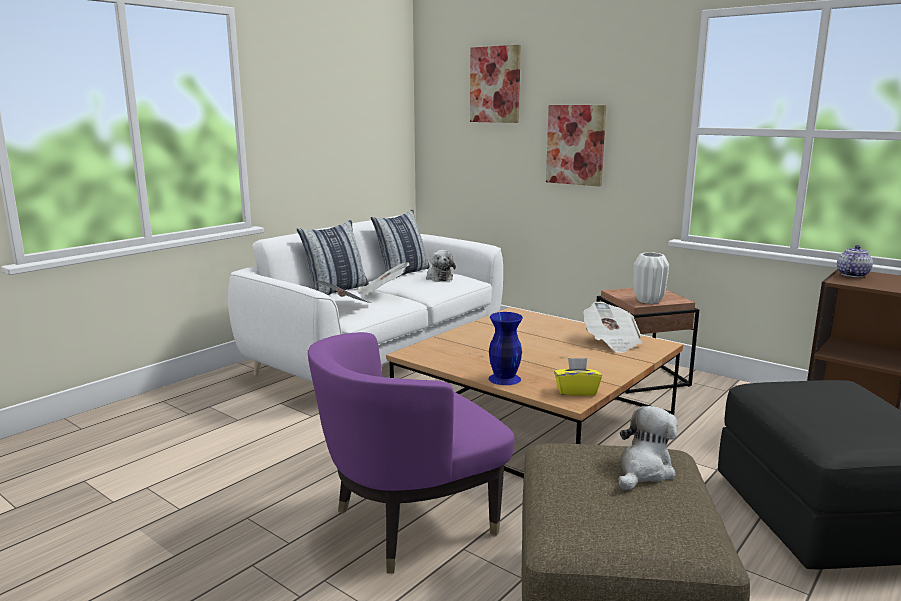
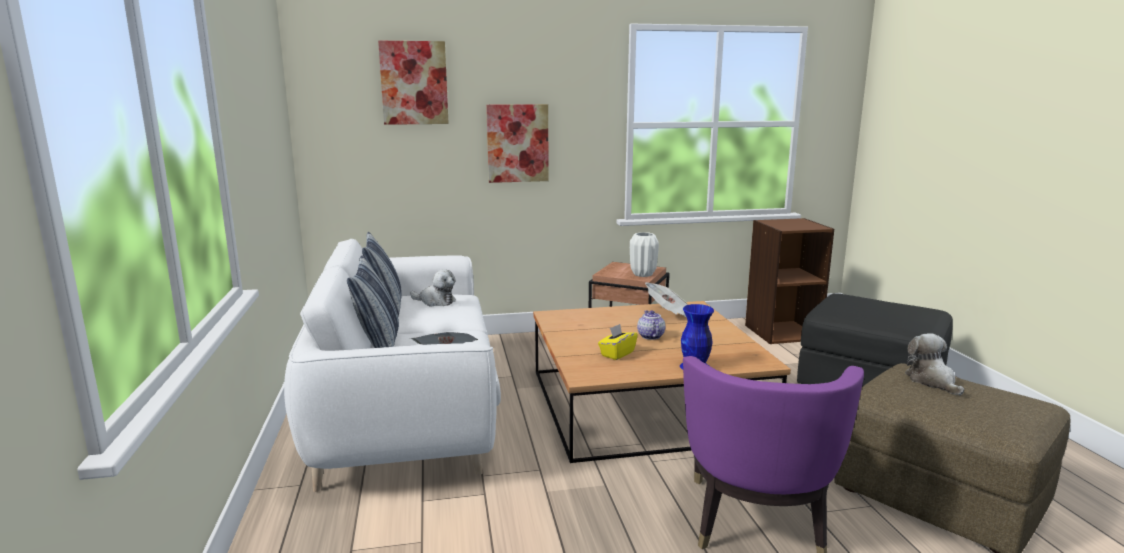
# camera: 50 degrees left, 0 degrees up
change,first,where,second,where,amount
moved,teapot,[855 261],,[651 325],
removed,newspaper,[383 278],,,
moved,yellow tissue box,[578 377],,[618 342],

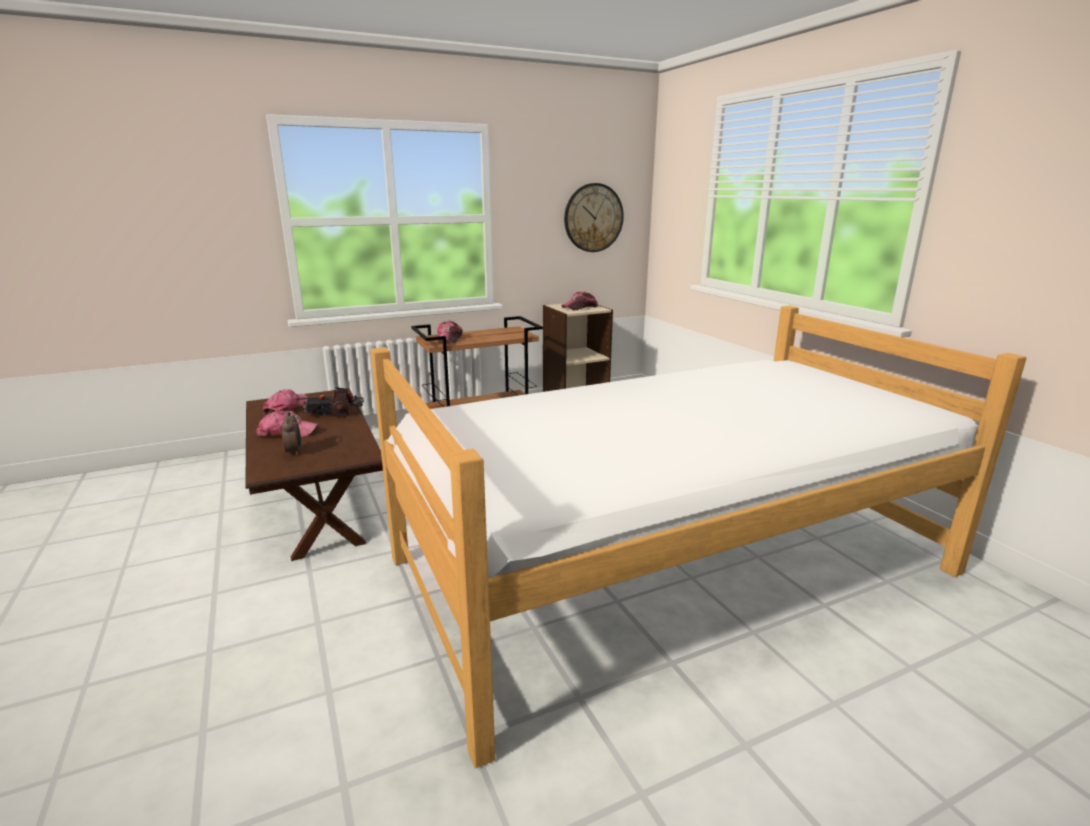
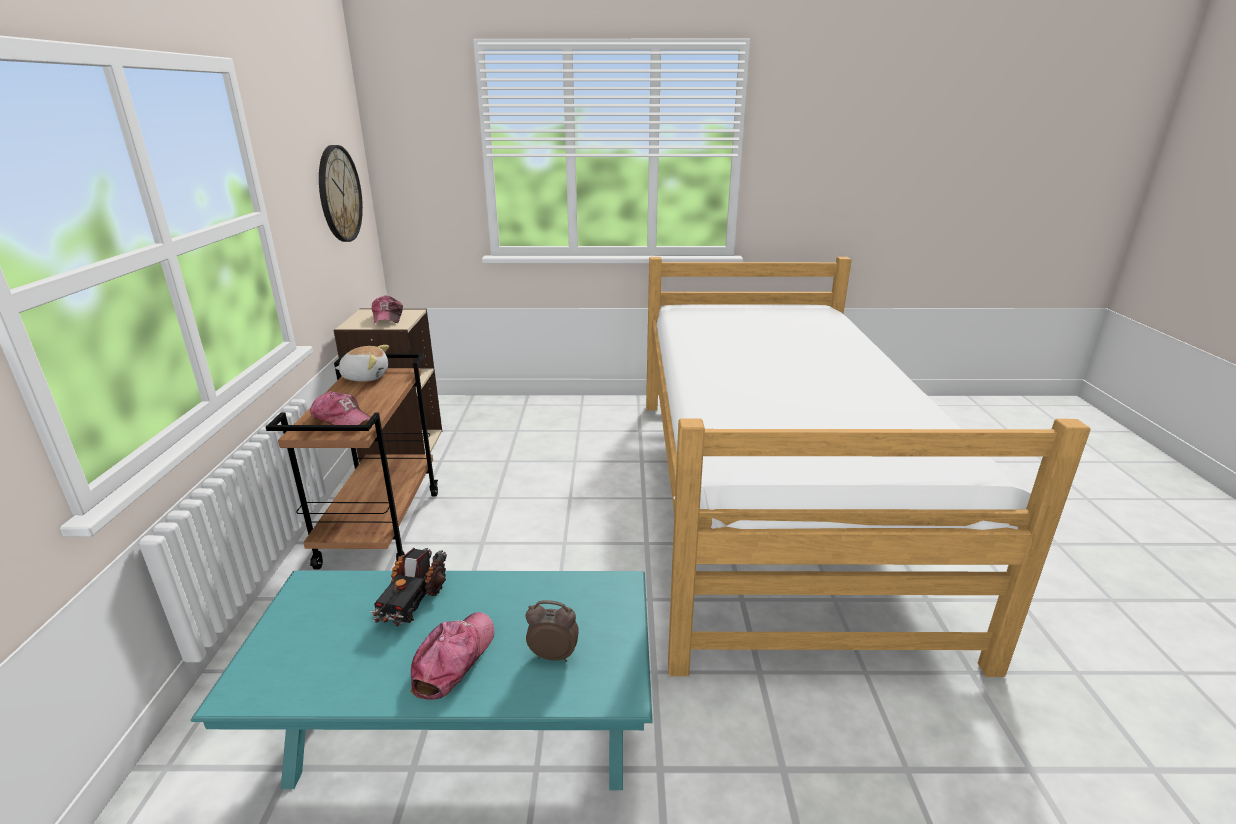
# camera: 65 degrees left, 5 degrees up
change,first,where,second,where,amount
recoloured,brown coffee table,[314 474],turquoise coffee table,[422 680],
removed,cap,[285 403],,,
added,,,plush toy,[362 363],

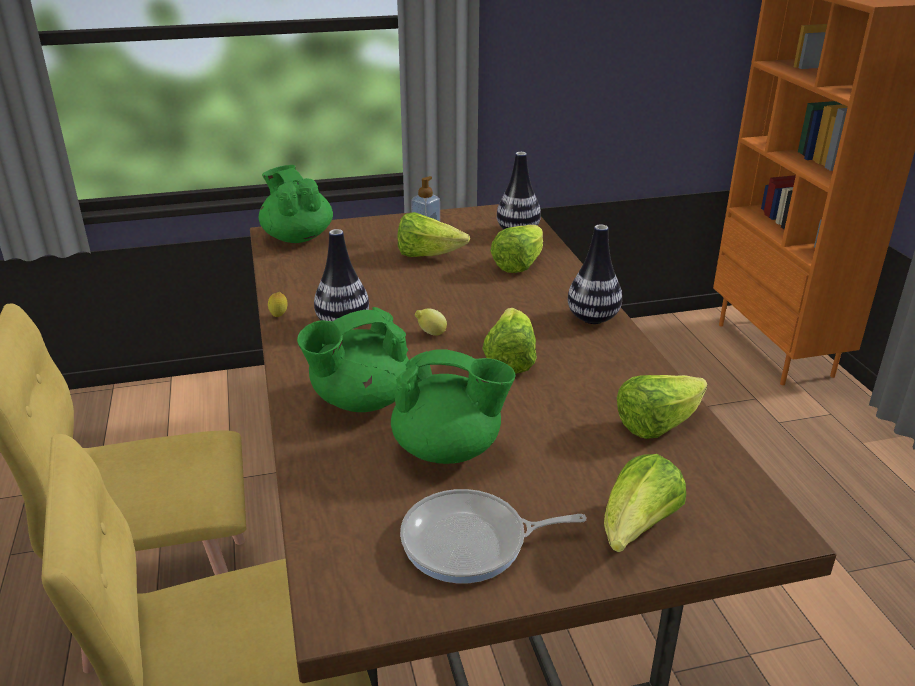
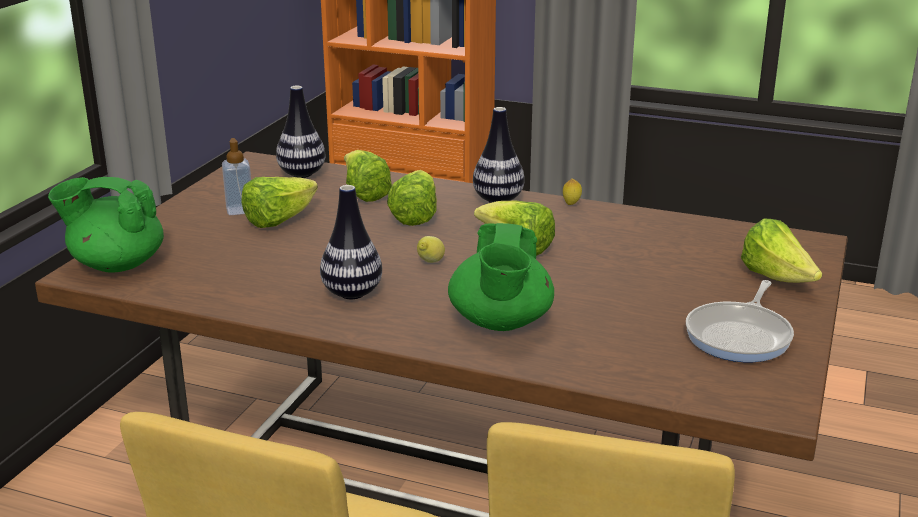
# camera: 55 degrees left, 5 degrees down
change,first,where,second,where,amount
moved,lemon,[278 304],,[572 192],
removed,green teapot,[453 406],,,
moved,lettuce,[662 407],,[412 198],

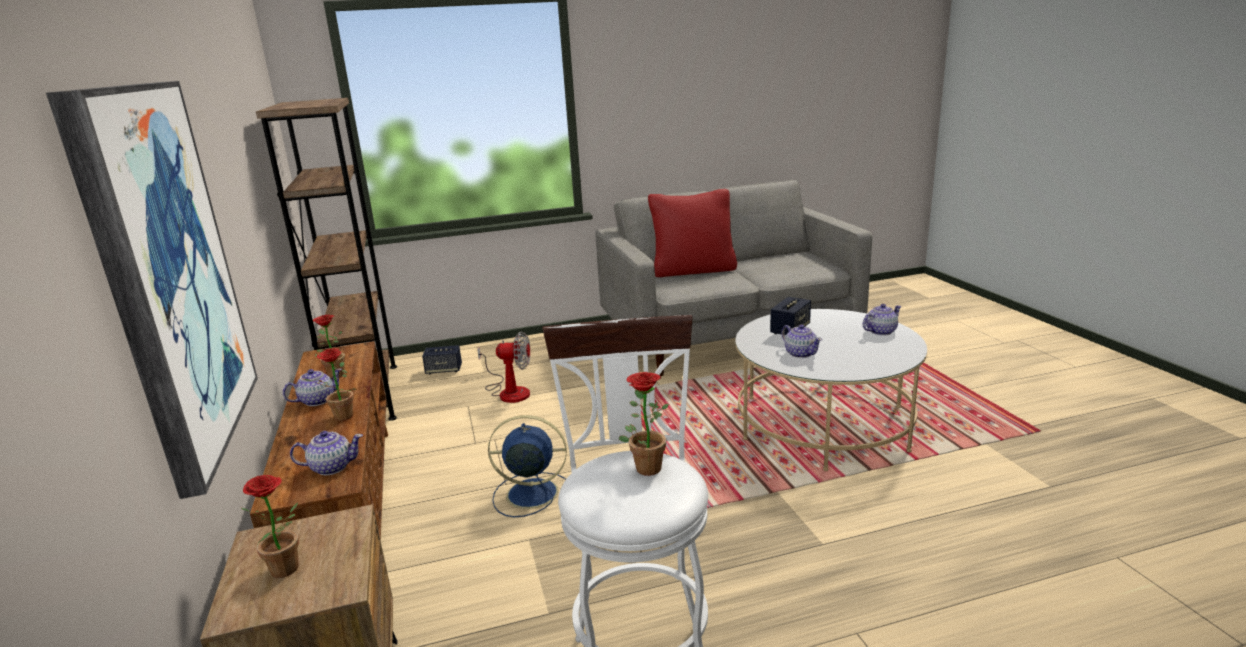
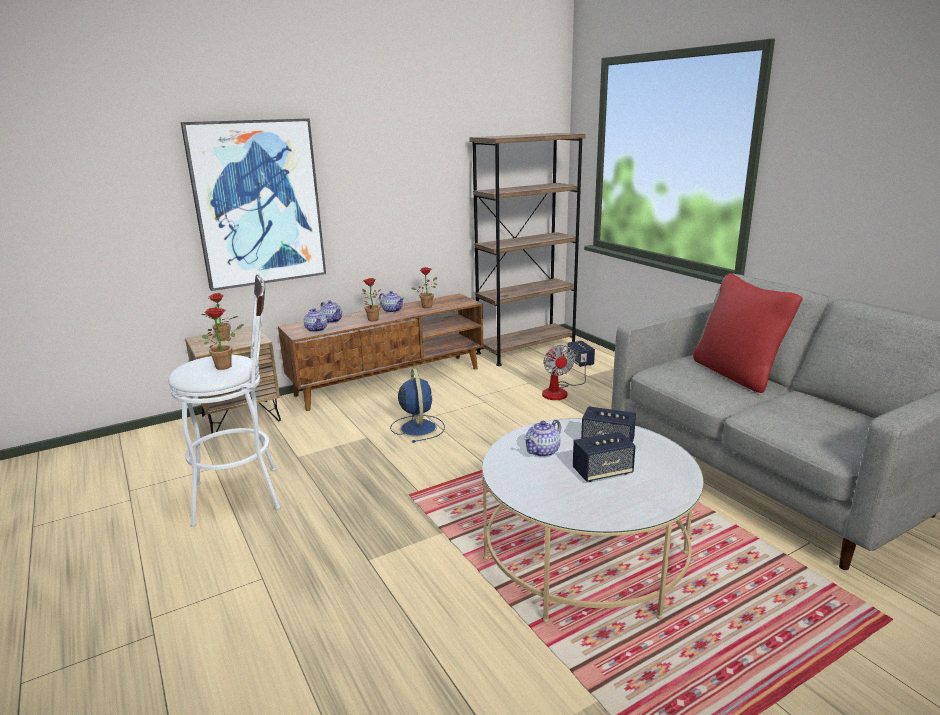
# camera: 75 degrees right, 0 degrees up
change,first,where,second,where,amount
moved,teapot,[882 320],,[331 311],
added,,,speaker,[604 457],

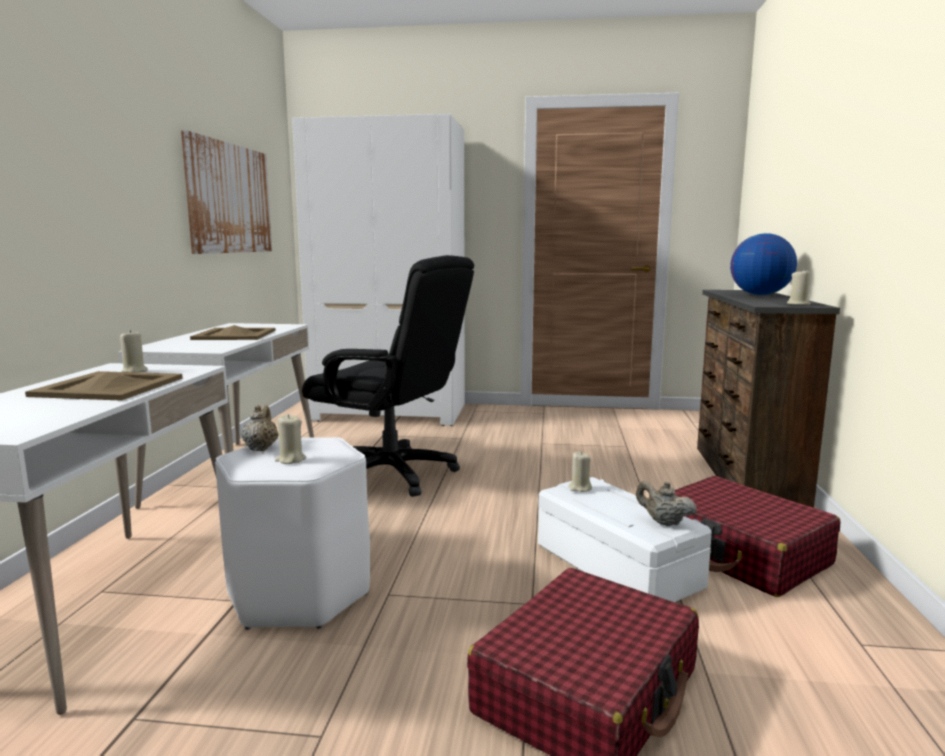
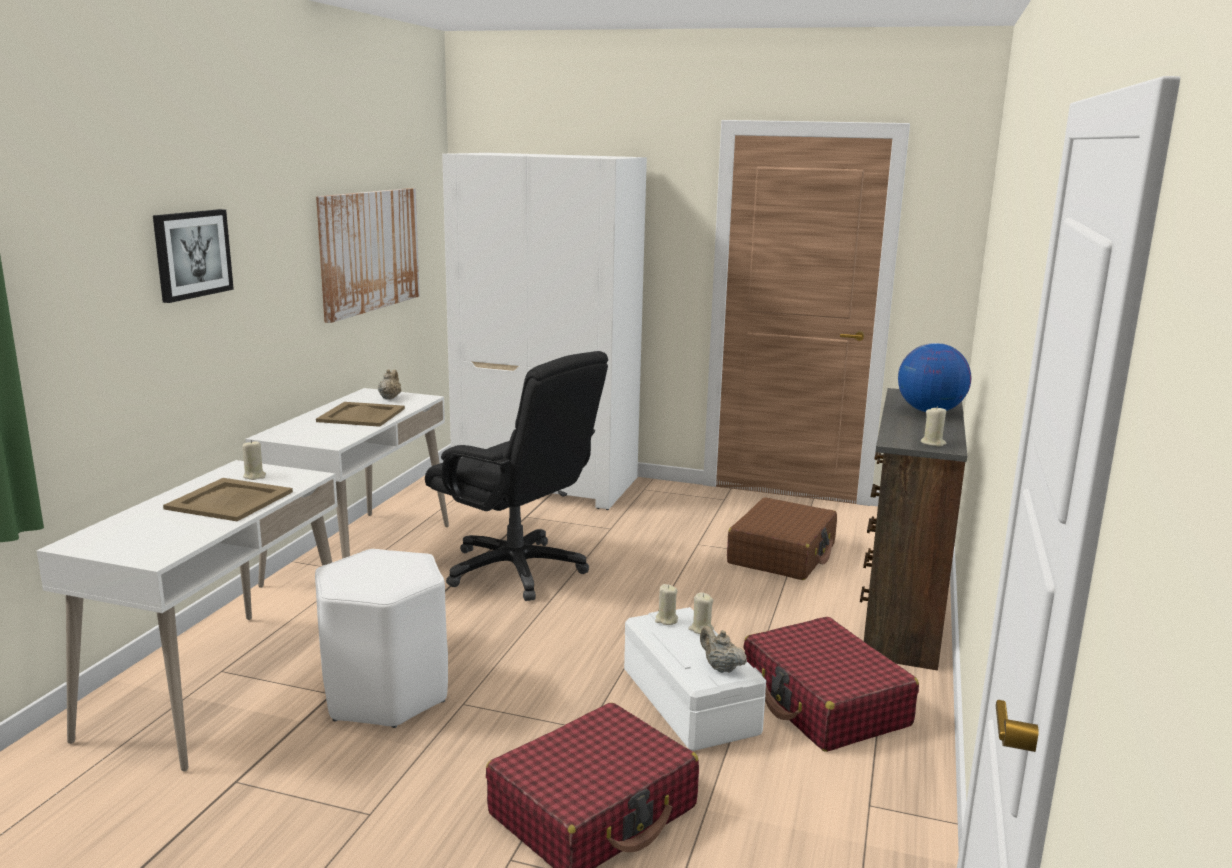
# camera: 10 degrees right, 5 degrees up
change,first,where,second,where,amount
moved,beige teapot,[260 428],,[389 384],
moved,beige candle,[290 439],,[701 613],
added,,,picture,[193 256],
added,,,brown suitcase,[782 538],

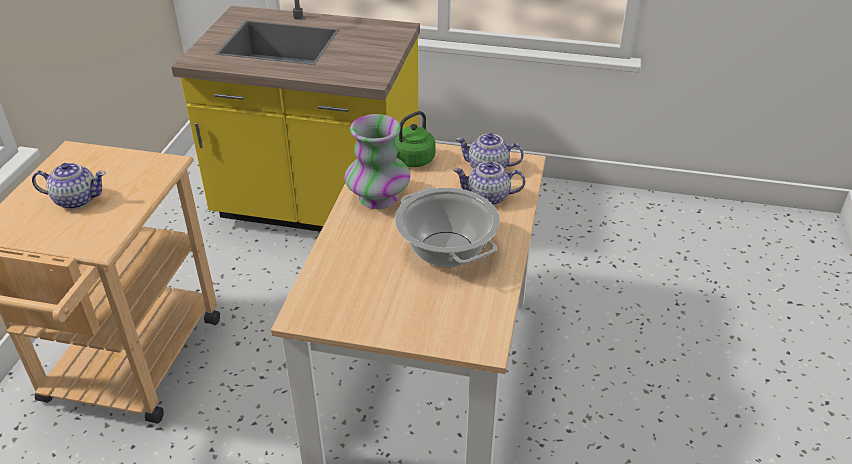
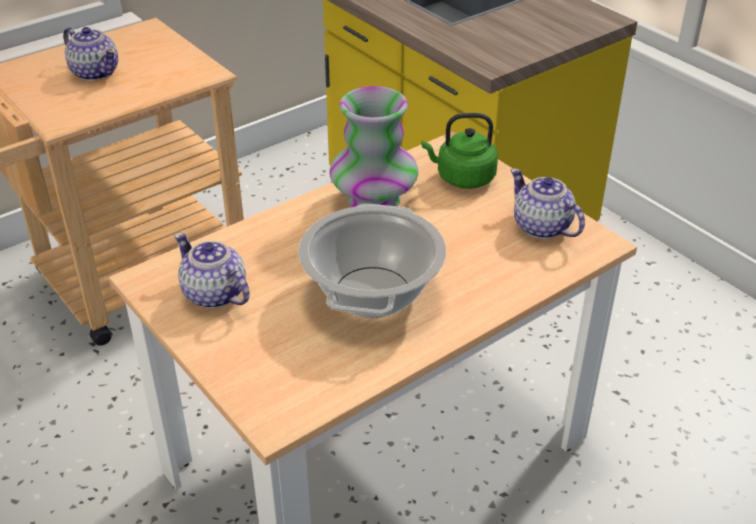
# camera: 40 degrees right, 0 degrees up
change,first,where,second,where,amount
moved,teapot,[489 183],,[212 270],

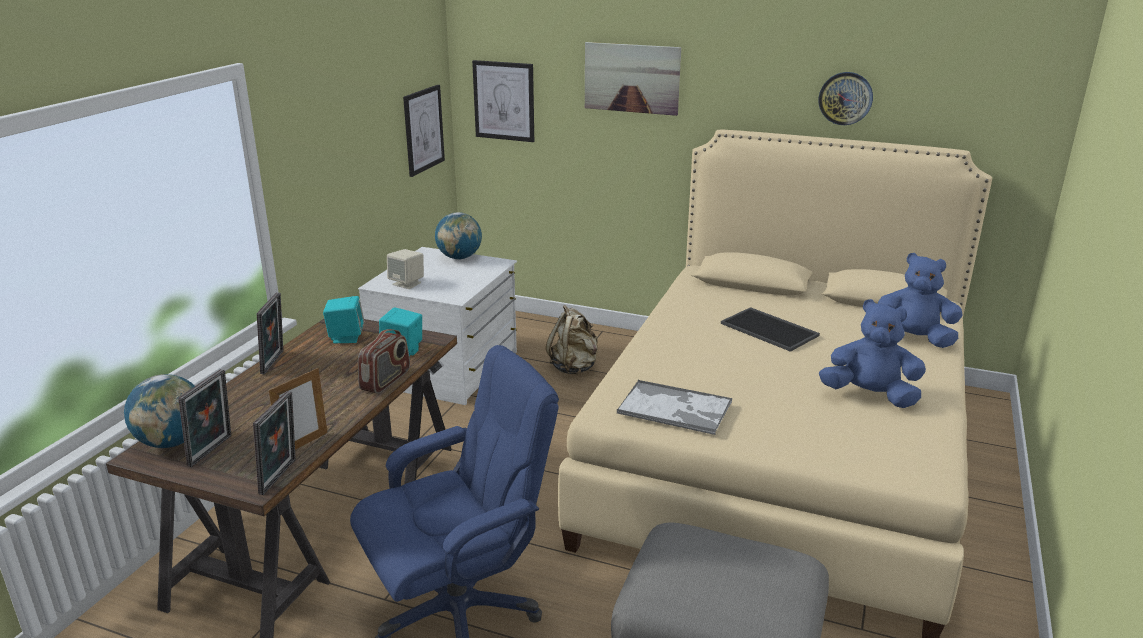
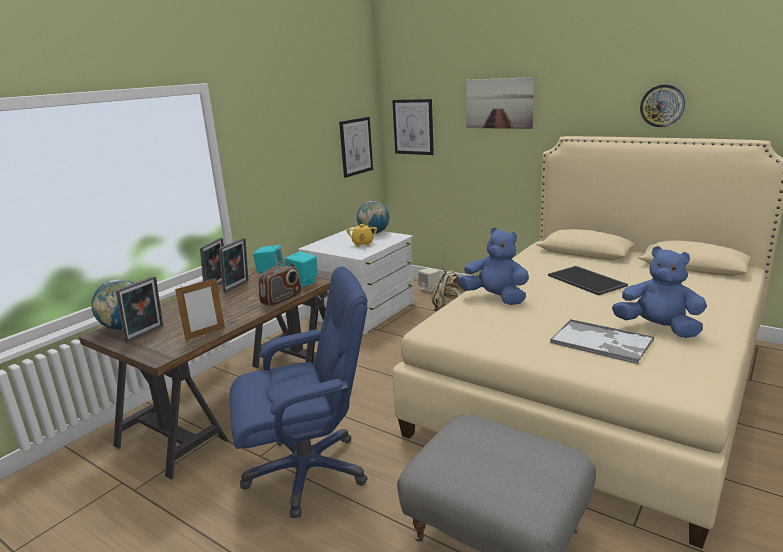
# camera: 15 degrees right, 5 degrees down
change,first,where,second,where,amount
moved,beige speaker,[405 269],,[429 280],
moved,blue plush toy,[920 300],,[493 266],
moved,tray,[674 407],,[602 341],
moved,picture frame,[274 443],,[233 265],
added,,,yellow teapot,[362 235],

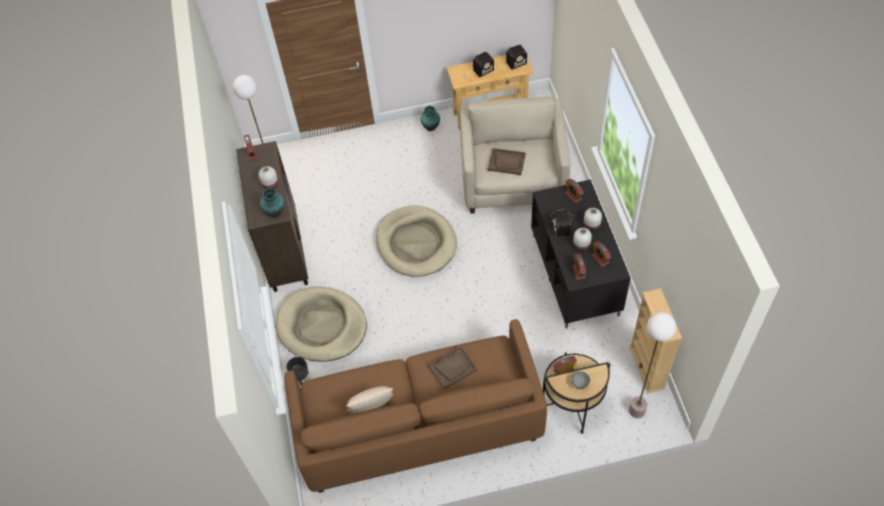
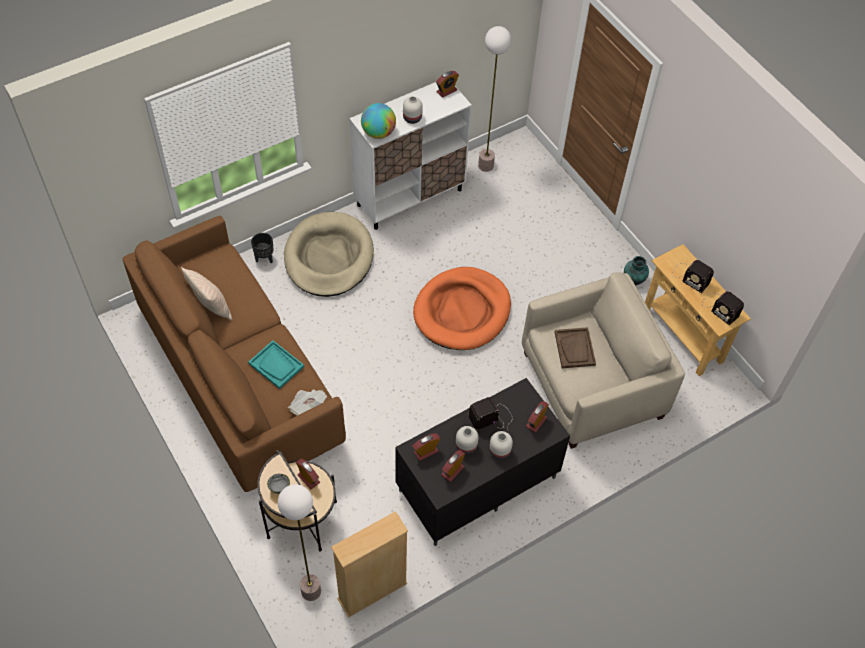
# camera: 65 degrees right, 0 degrees up
change,first,where,second,where,amount
recoloured,brown cabinet,[272 216],white cabinet,[410 156],
replaced,vase,[272 203],globe,[378 121],
recoloured,beige dog bed,[416 241],orange dog bed,[462 308],
recoloured,brown tray,[452 367],turquoise tray,[276 364],
added,,,newspaper,[307 403],

